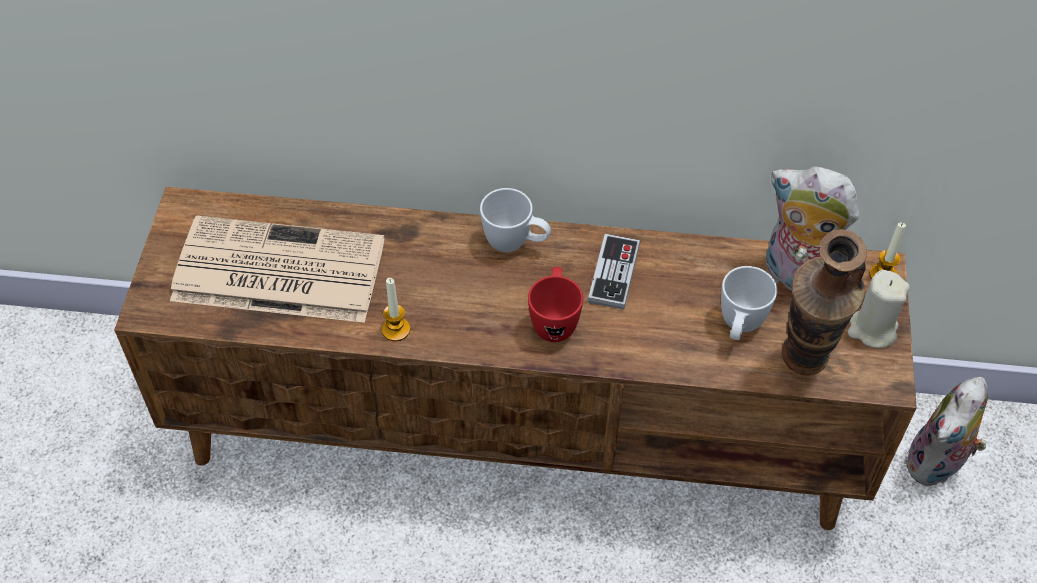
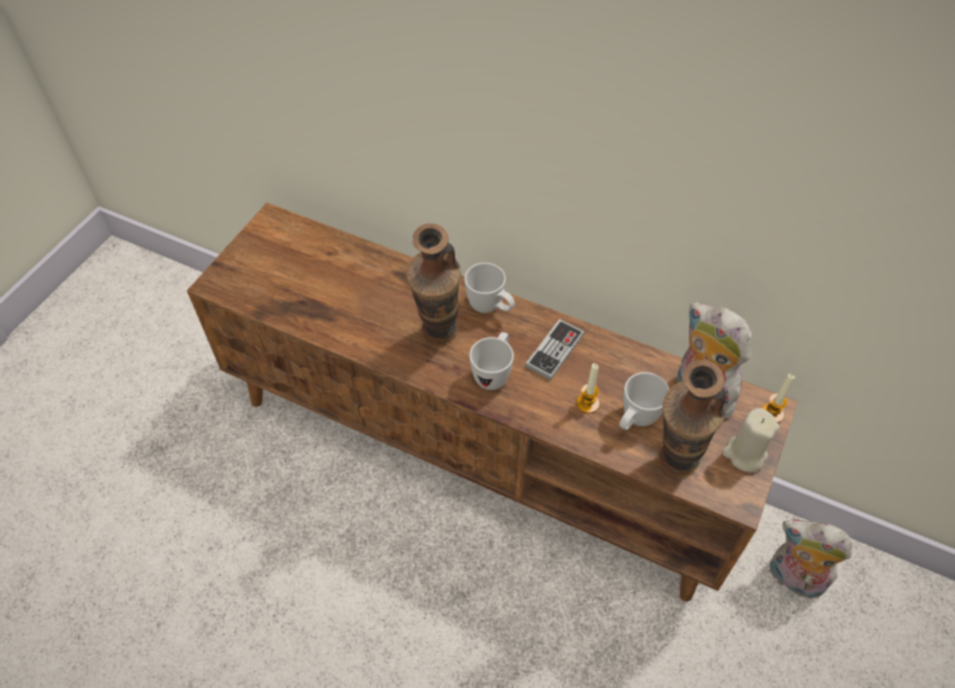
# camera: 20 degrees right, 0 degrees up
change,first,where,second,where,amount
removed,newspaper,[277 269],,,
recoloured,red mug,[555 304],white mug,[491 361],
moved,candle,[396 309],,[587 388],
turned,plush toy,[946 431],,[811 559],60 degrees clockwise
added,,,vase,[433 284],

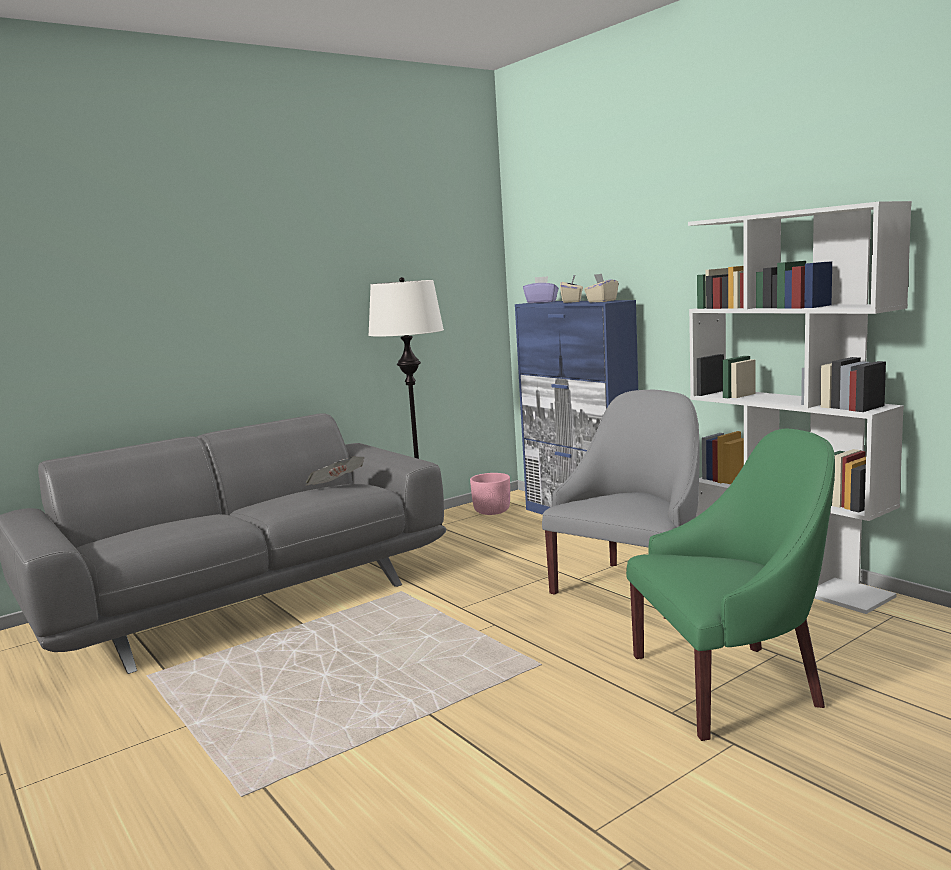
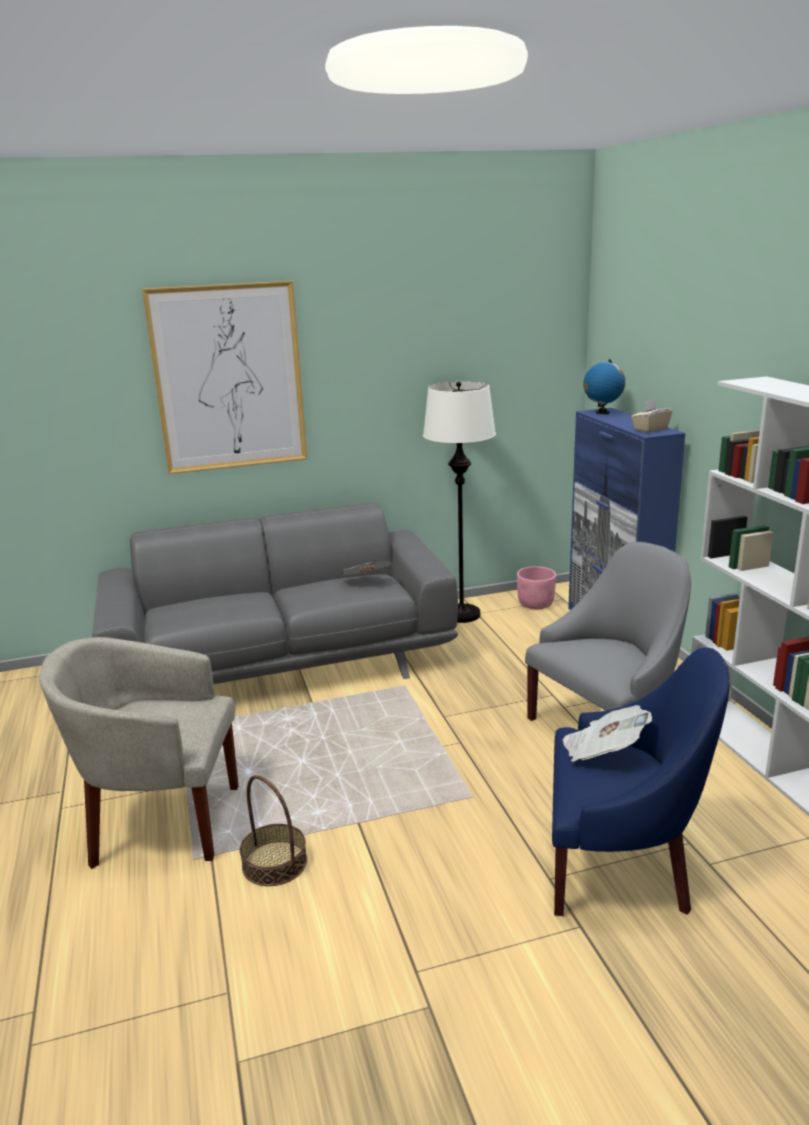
# camera: 20 degrees right, 10 degrees up
change,first,where,second,where,amount
removed,beige tissue box,[571 289],,,
replaced,purple tissue box,[541 289],globe,[604 386],
recoloured,green armchair,[730 585],blue armchair,[641 782],
added,,,picture,[224 377],
added,,,beige armchair,[139 753],
added,,,newspaper,[607 733],
added,,,basket,[273 830],

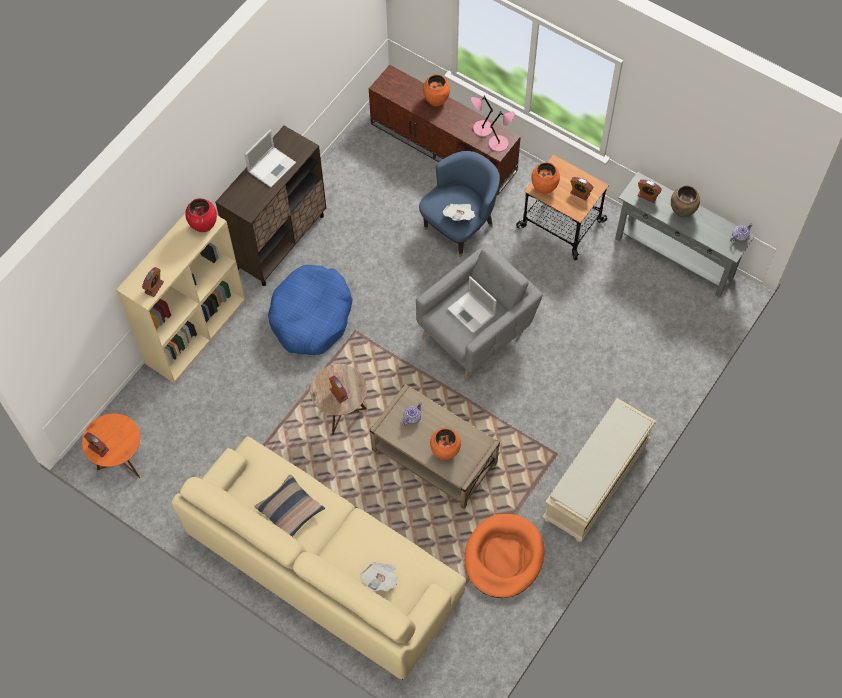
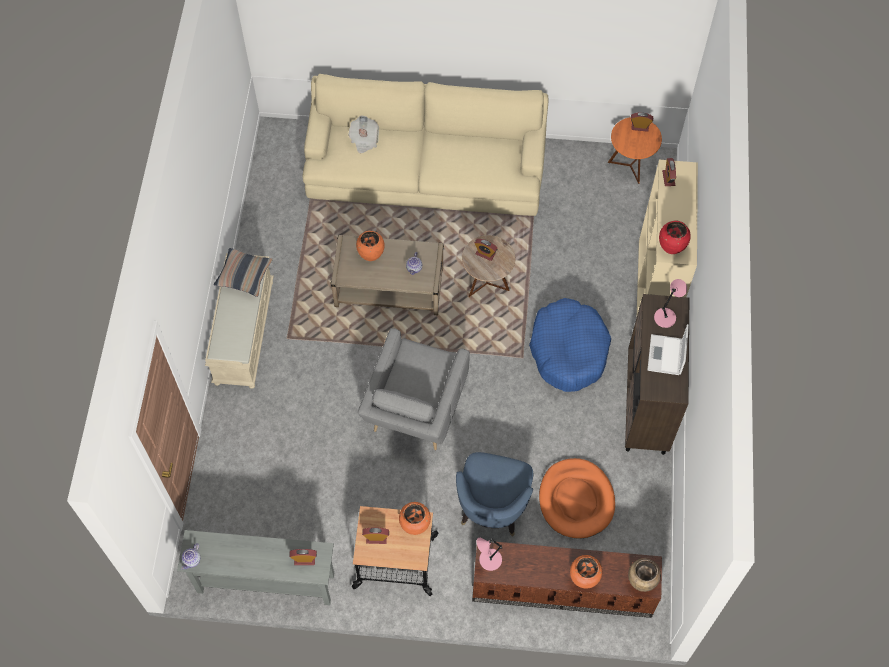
# camera: 150 degrees right, 0 degrees up
change,first,where,second,where,amount
moved,pink table lamp,[482 116],,[670 303],
moved,brown vase,[685 202],,[644 575],
removed,newspaper,[459 212],,,
removed,laptop,[472 305],,,
moved,pillow,[289 505],,[243 272],
moved,orange dog bed,[505 556],,[577 498],

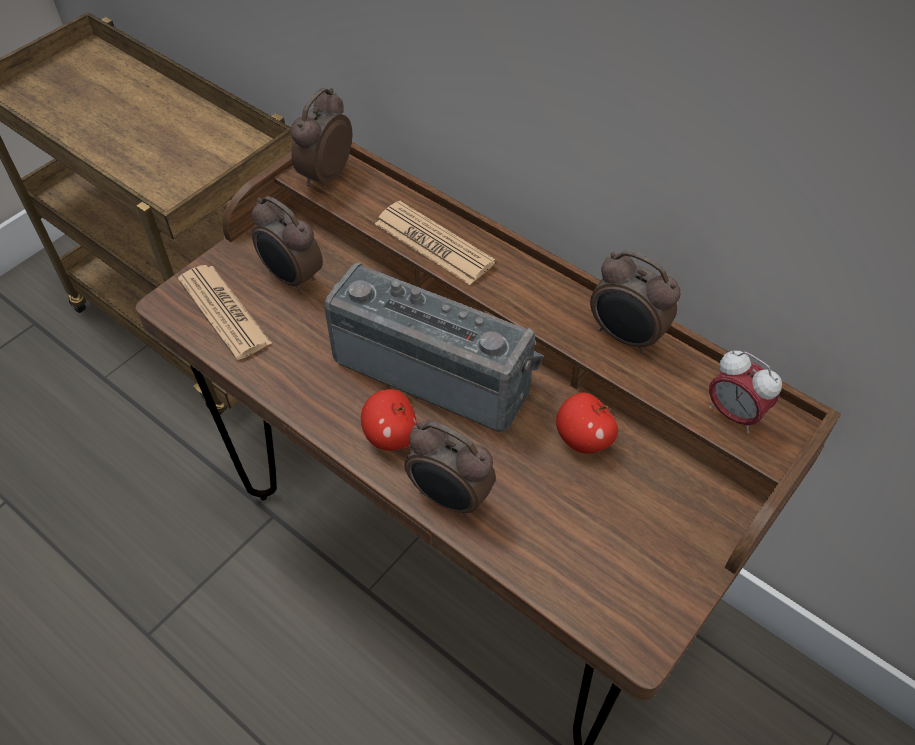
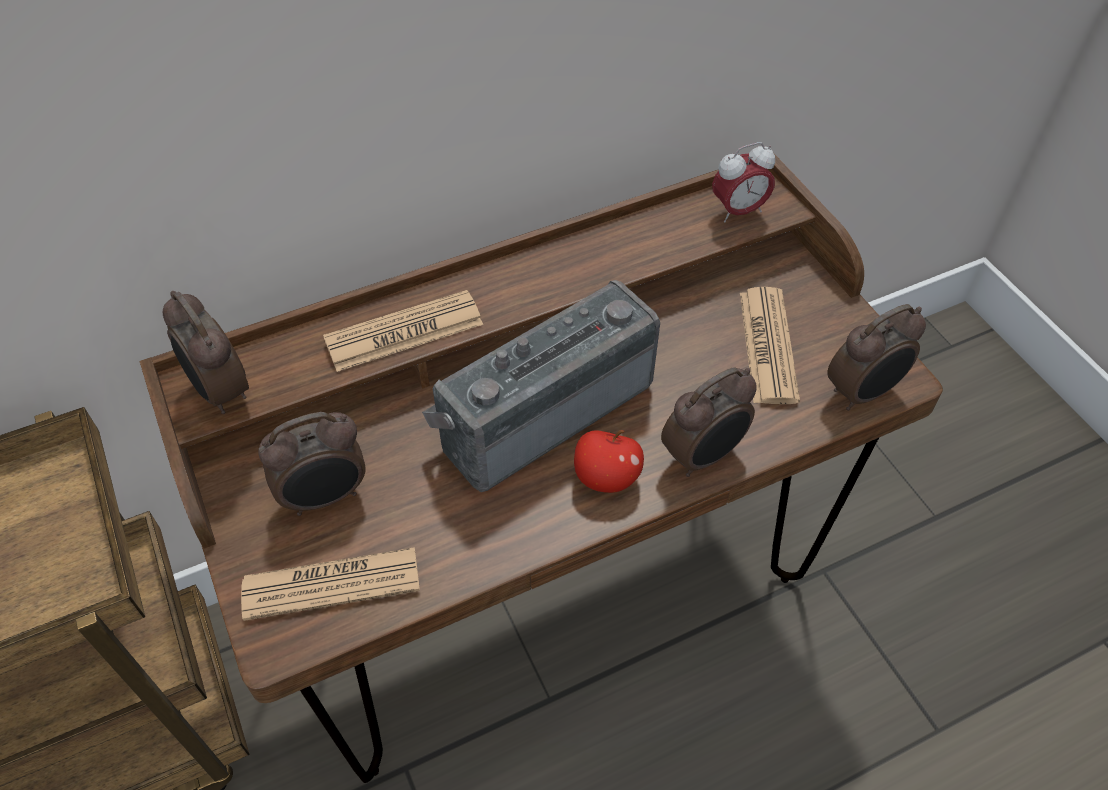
# camera: 65 degrees left, 0 degrees up
change,first,where,second,where,amount
moved,alarm clock,[635 302],,[876 357],
removed,apple,[587 423],,,
added,,,newspaper,[770 345],

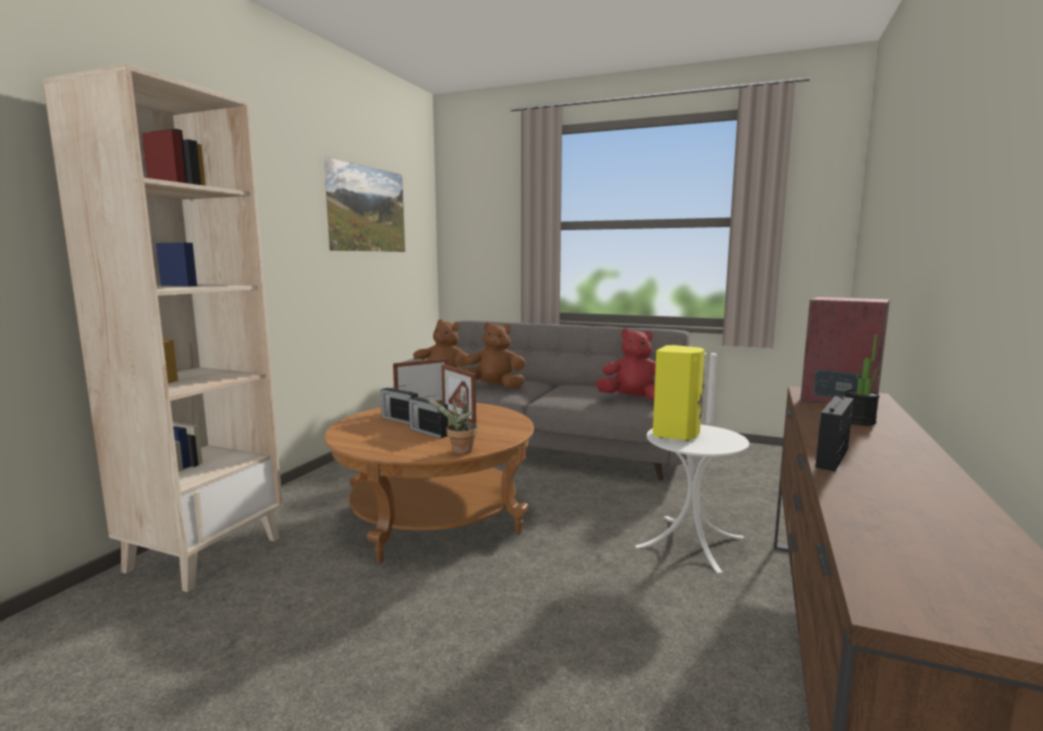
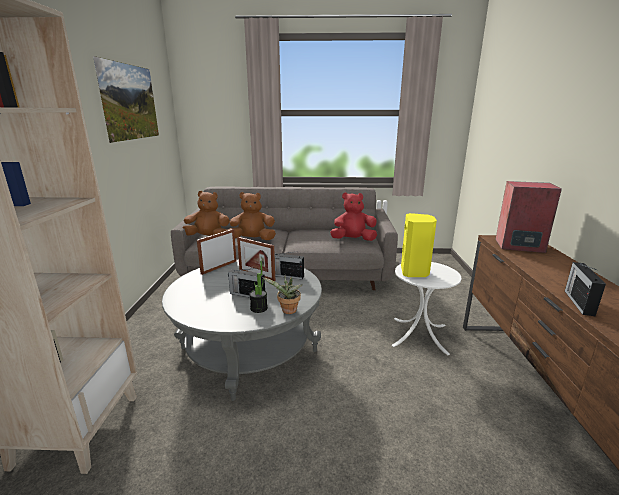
# camera: 20 degrees left, 10 degrees up
change,first,where,second,where,amount
moved,potted plant,[862 380],,[258 287],
moved,radio,[399 404],,[289 265],
recoloured,brown coffee table,[429 483],grey coffee table,[242 330],

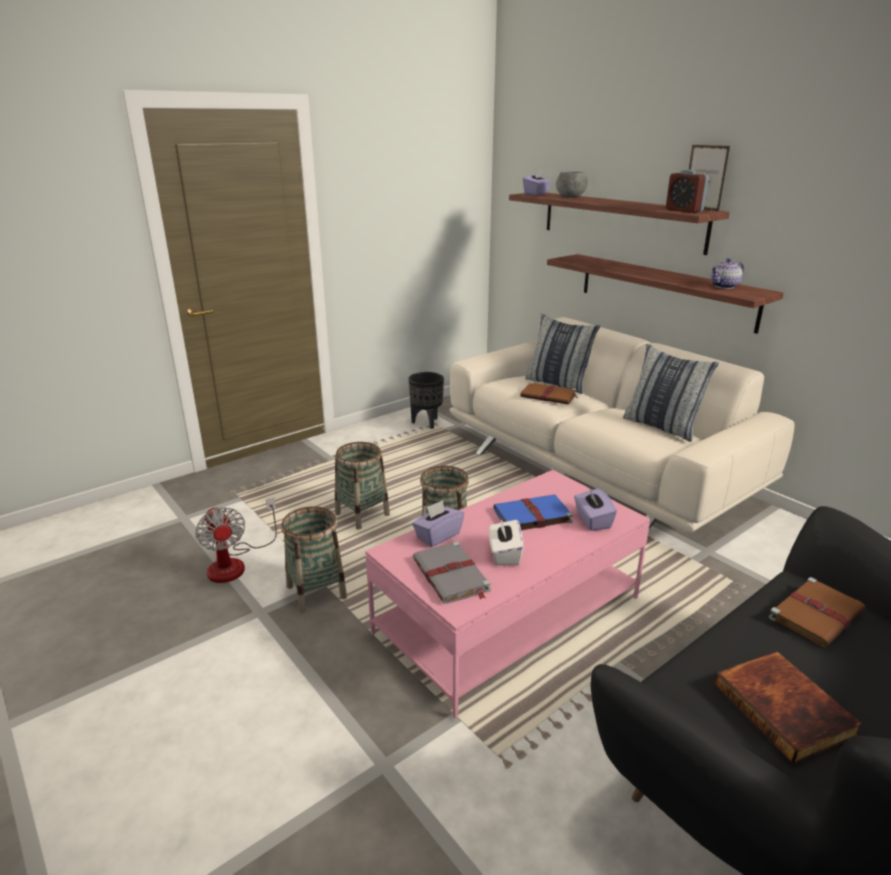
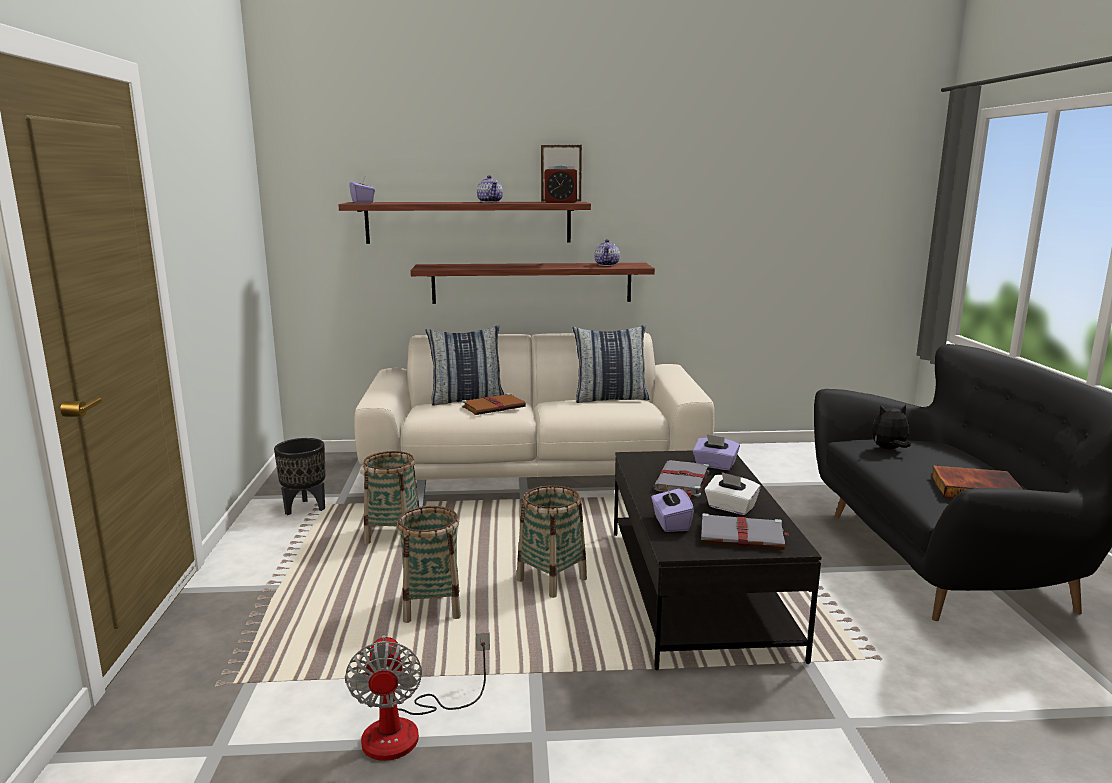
# camera: 55 degrees left, 10 degrees down
change,first,where,second,where,amount
removed,grey bowl,[572 184],,,
recoloured,pink coffee table,[507 594],black coffee table,[718 560],
recoloured,blue book,[533 512],grey book,[681 479],
turned,fan,[236 540],,[417 696],75 degrees clockwise
moved,basket,[314 559],,[391 497],
replaced,brown book,[817 612],plush toy,[891 427],
added,,,teapot,[490 188],

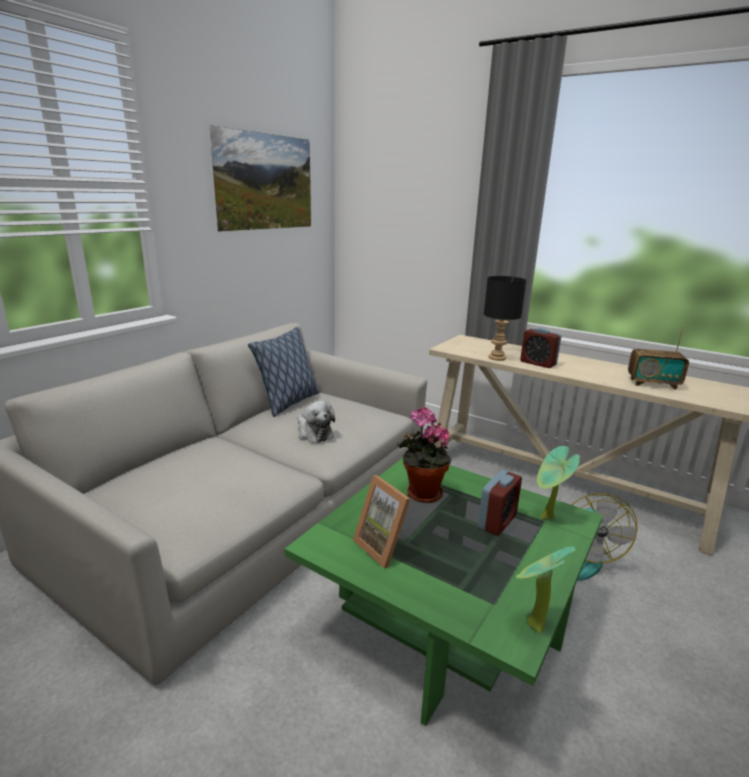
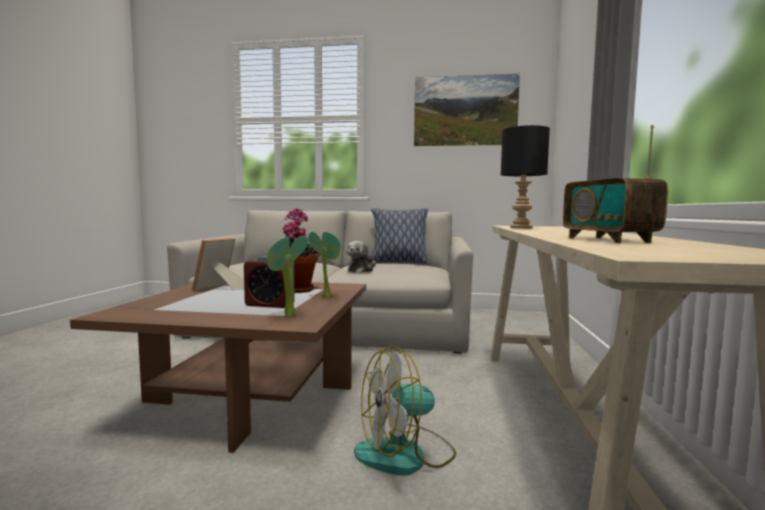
# camera: 65 degrees right, 15 degrees down
change,first,where,second,where,amount
removed,alarm clock,[540 348],,,
recoloured,green coffee table,[444 592],brown coffee table,[218 367],
moved,potted plant,[546 589],,[324 264],

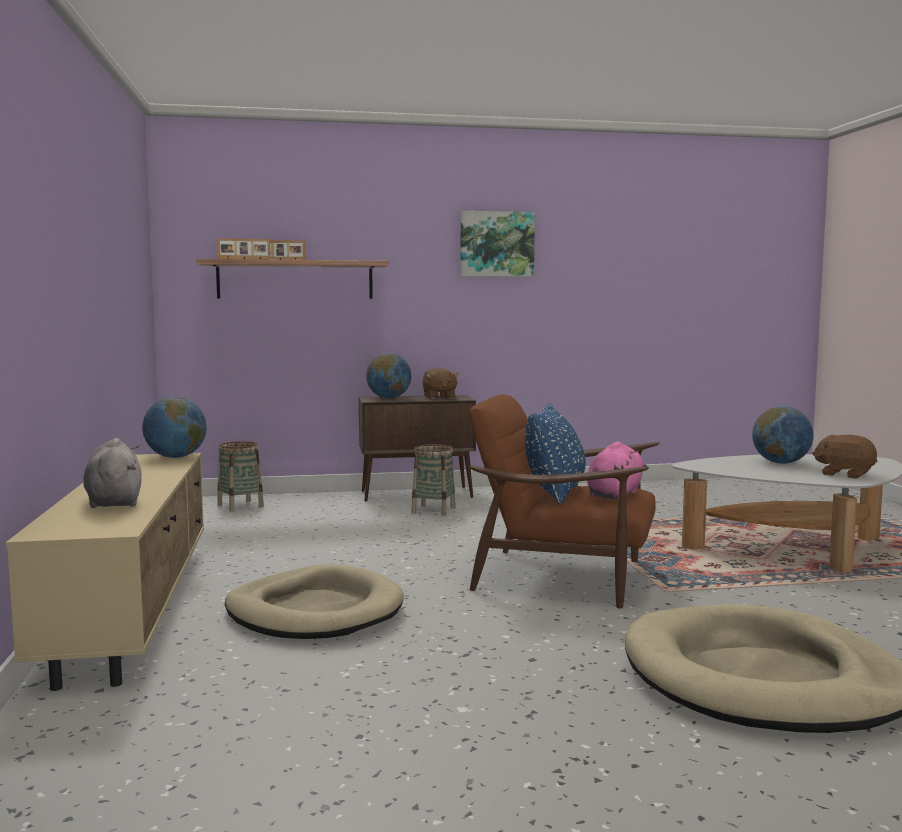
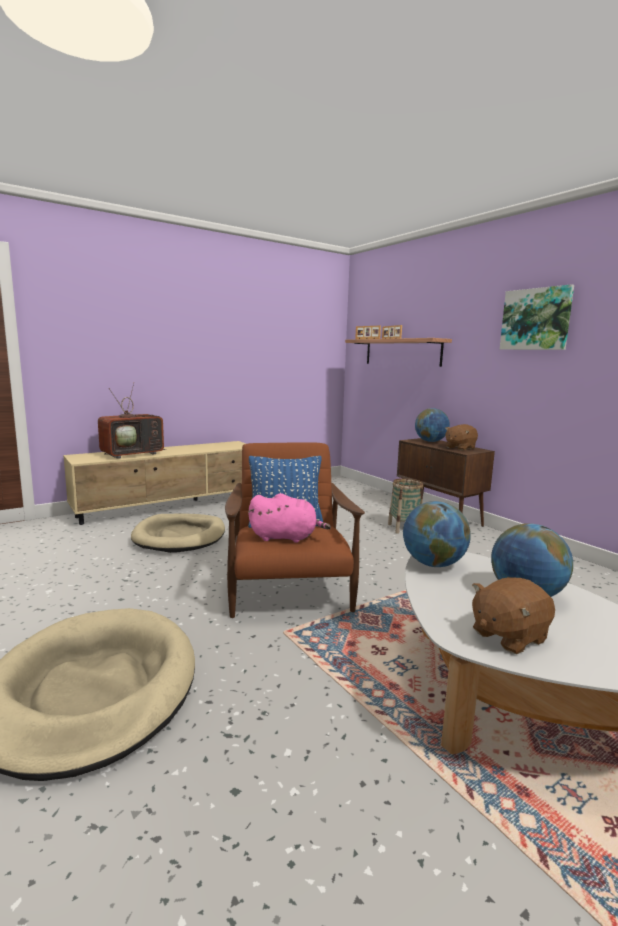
# camera: 65 degrees right, 5 degrees up
change,first,where,second,where,amount
moved,globe,[174 427],,[437 534],
turned,brown plush toy,[844 457],,[513 615],135 degrees counterclockwise
replaced,grey plush toy,[112 473],television,[132 421],
removed,basket,[240 476],,,

